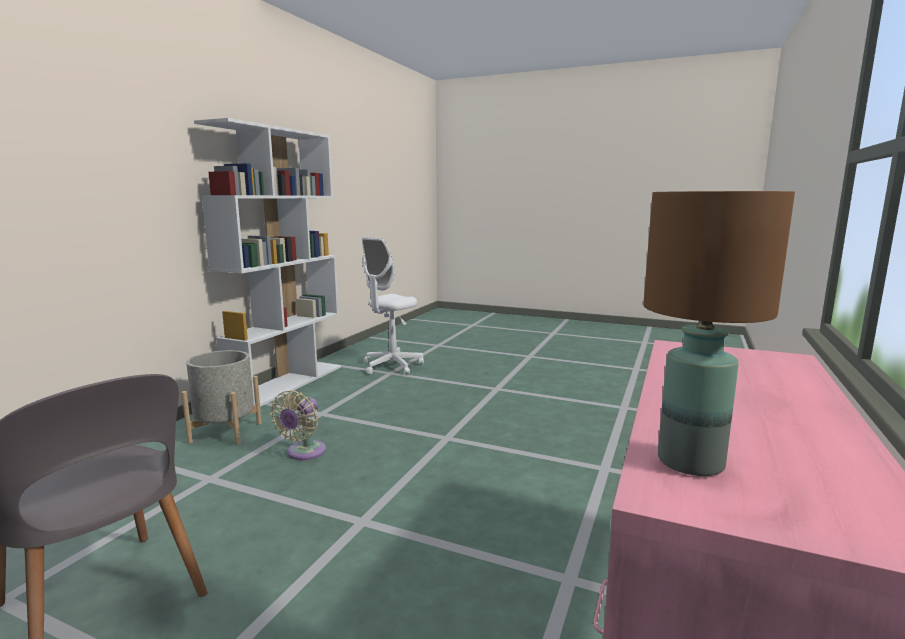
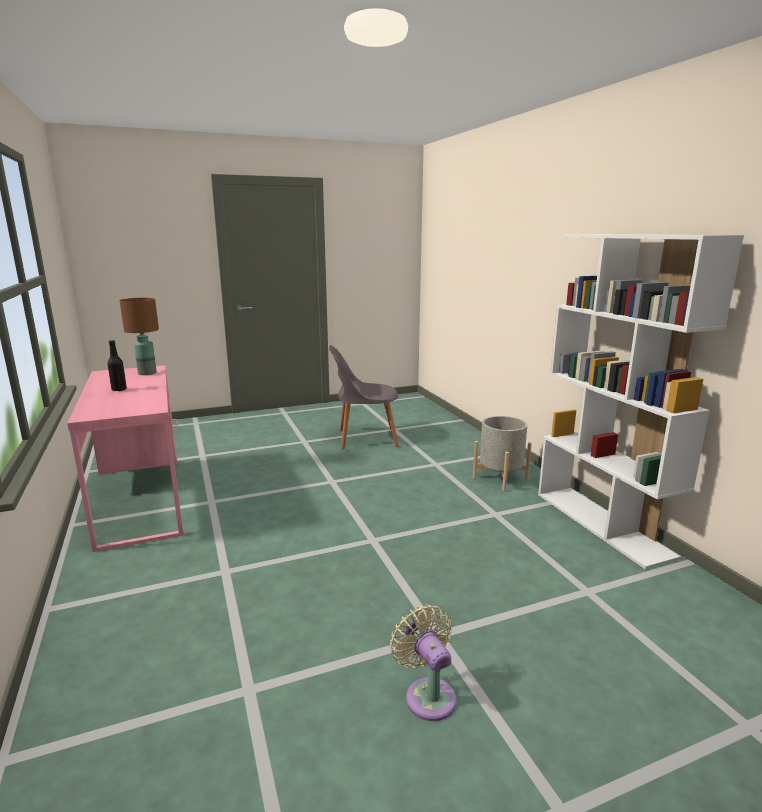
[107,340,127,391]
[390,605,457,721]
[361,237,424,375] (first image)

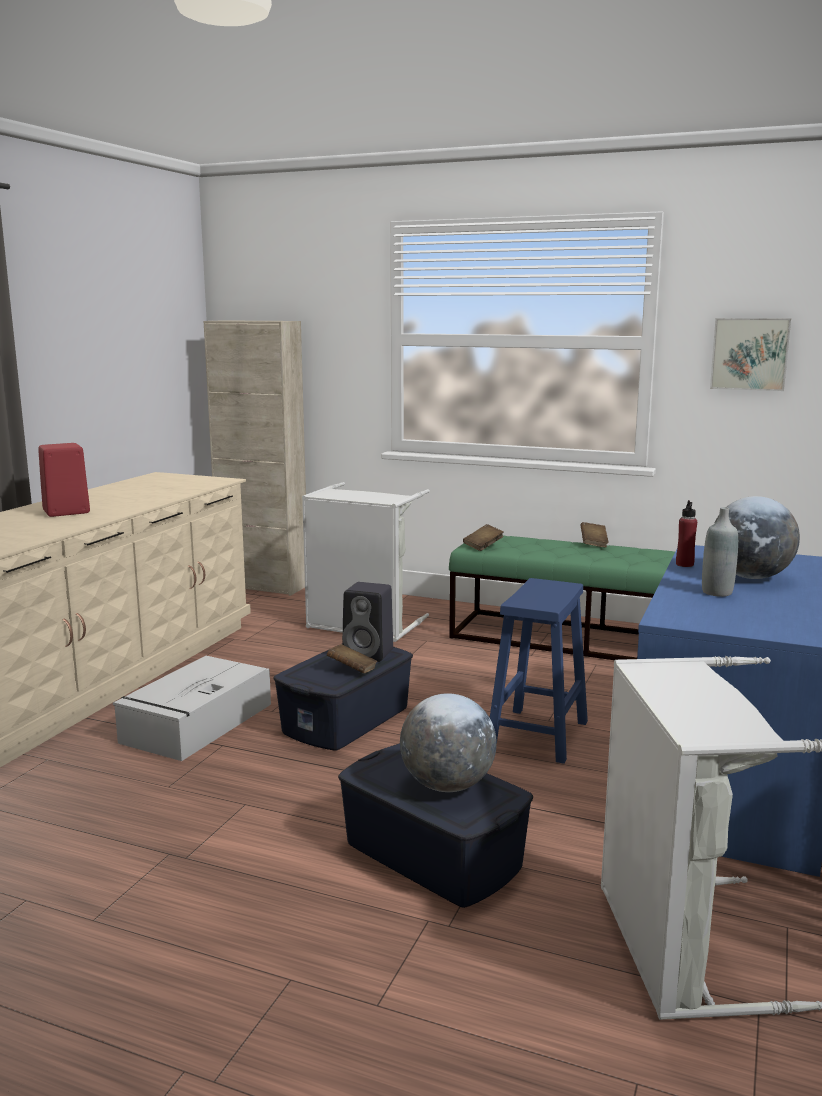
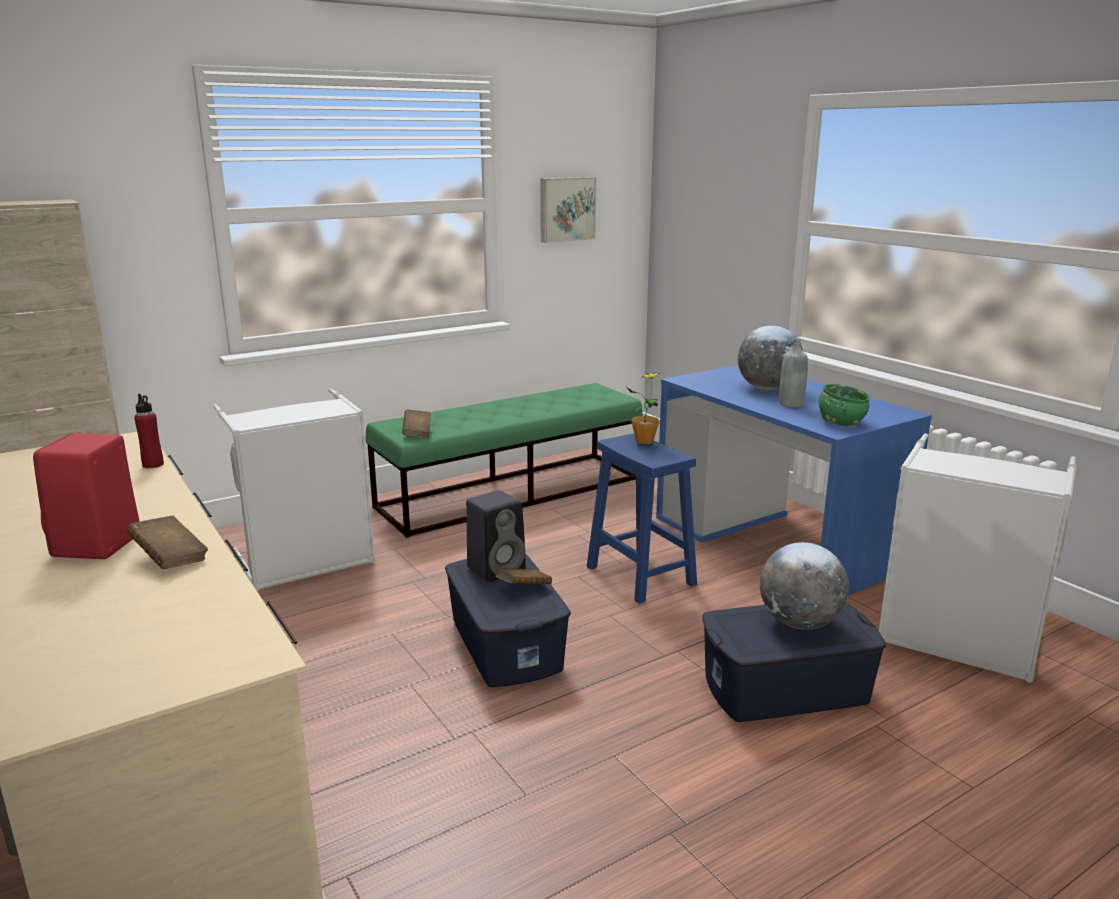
[126,515,208,569]
[134,394,164,468]
[627,372,660,444]
[819,384,870,426]
[113,656,271,761] (first image)

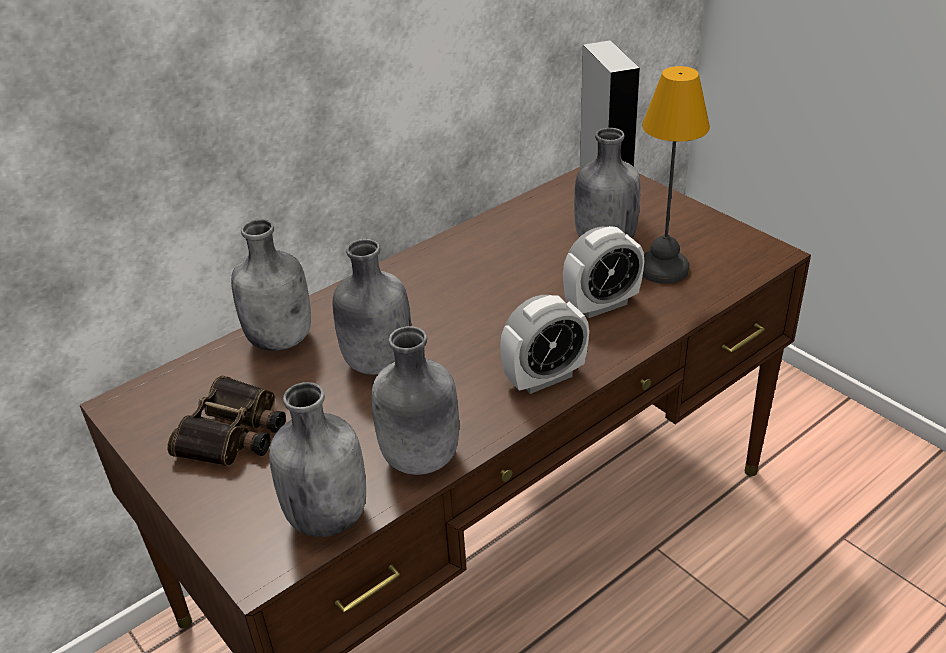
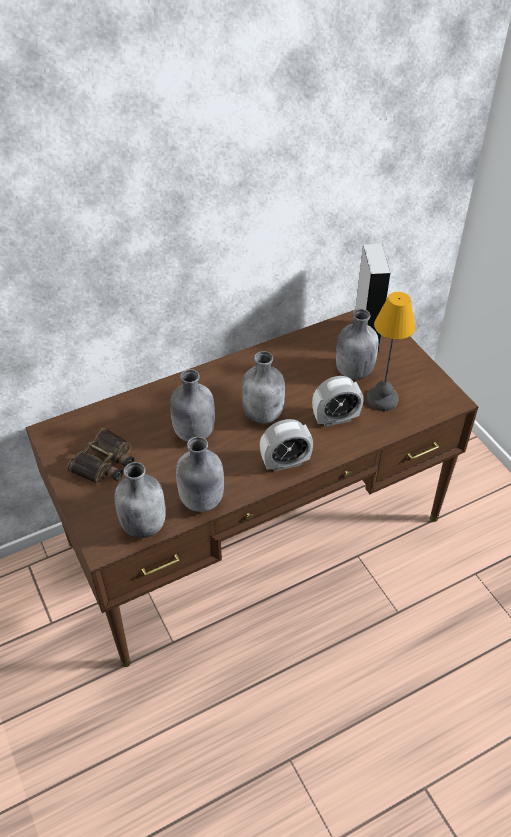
[242,351,285,424]

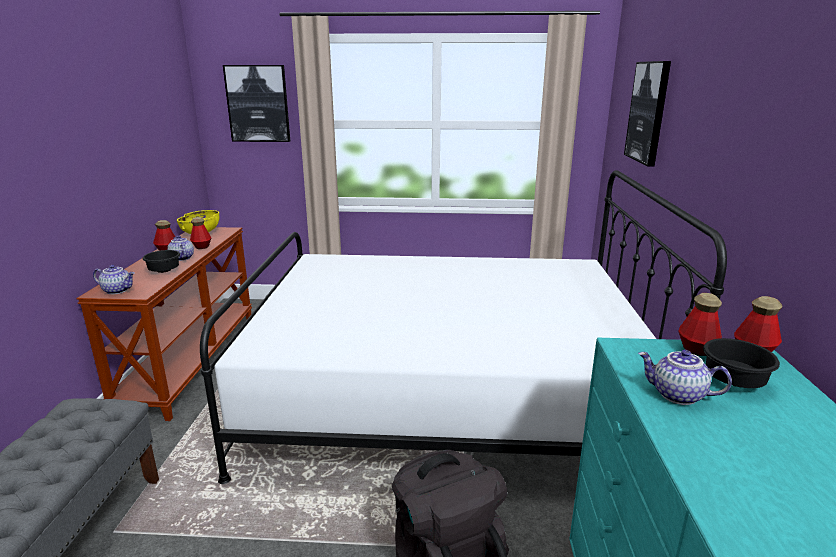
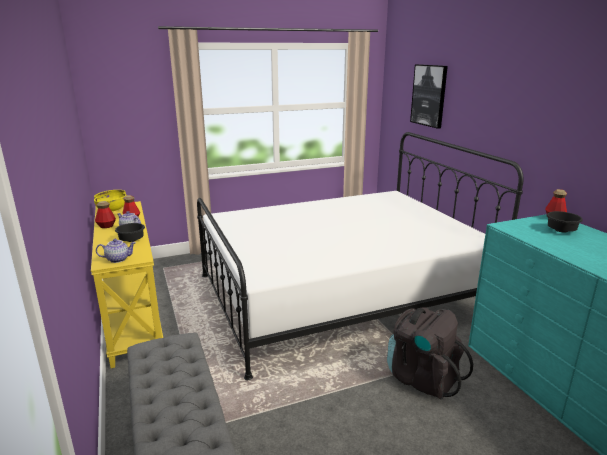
[91,201,163,368]
[223,65,290,142] (first image)
[638,350,732,405] (first image)
[678,293,722,356] (first image)

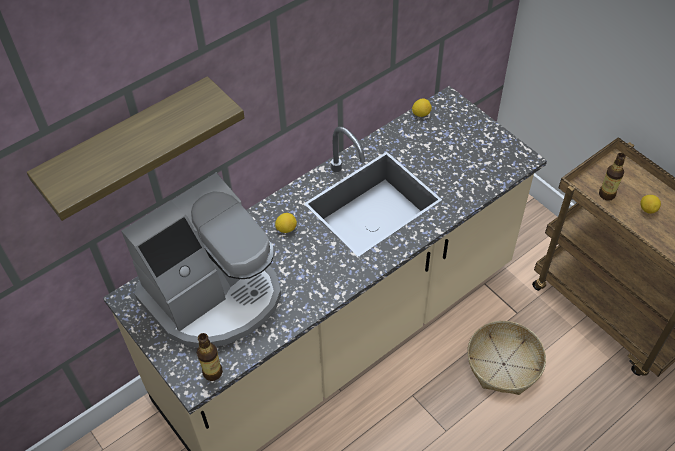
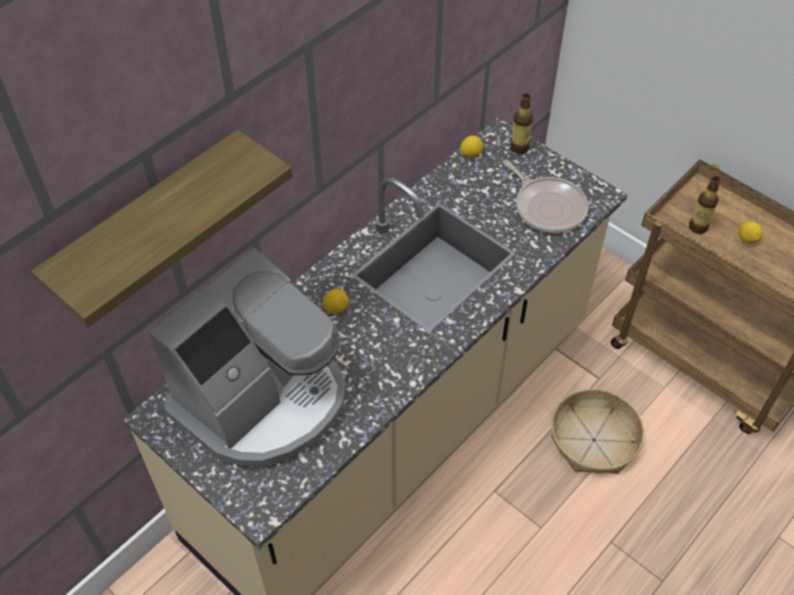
[503,160,589,233]
[510,94,533,154]

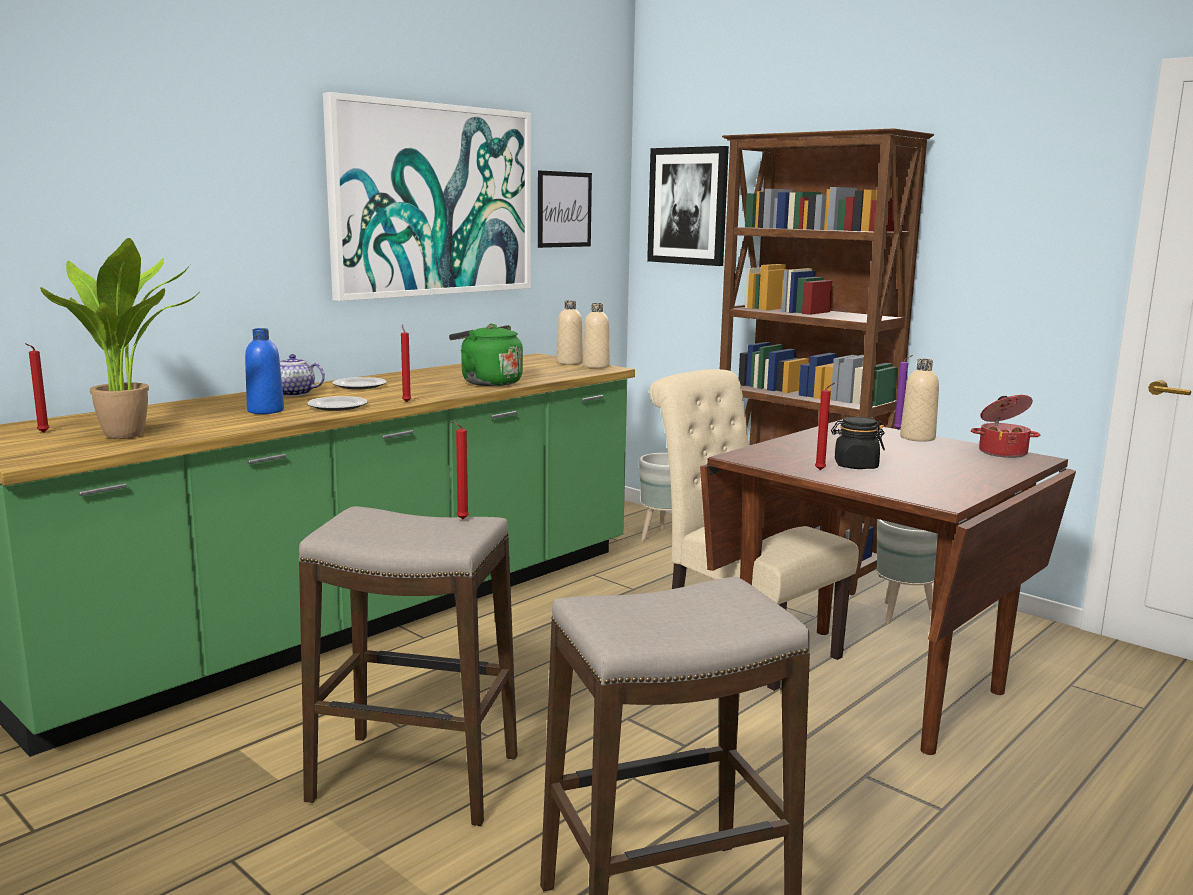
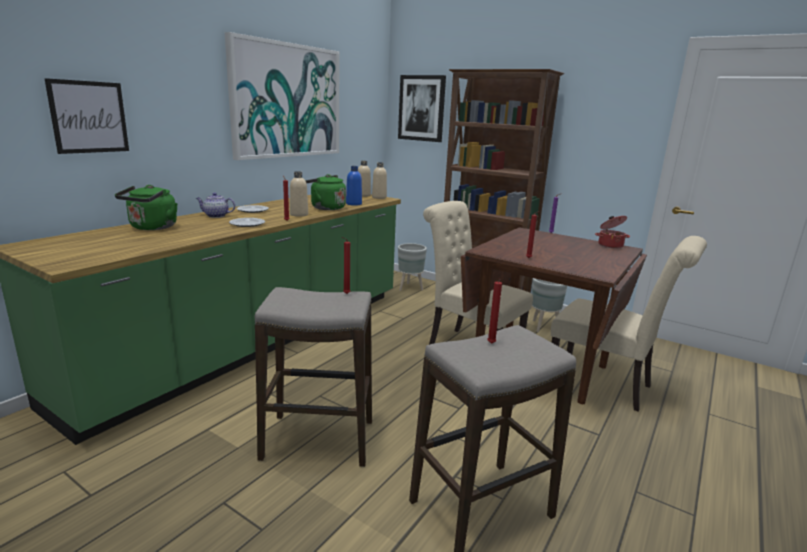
[44,78,129,154]
[115,185,178,230]
[290,171,308,217]
[346,166,362,206]
[487,278,502,344]
[551,236,707,412]
[40,238,198,439] (first image)
[831,417,885,469] (first image)

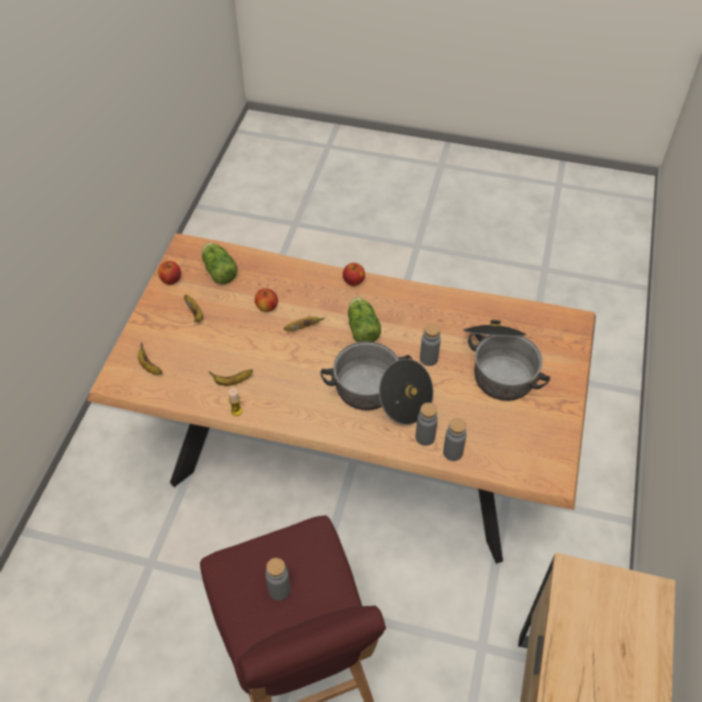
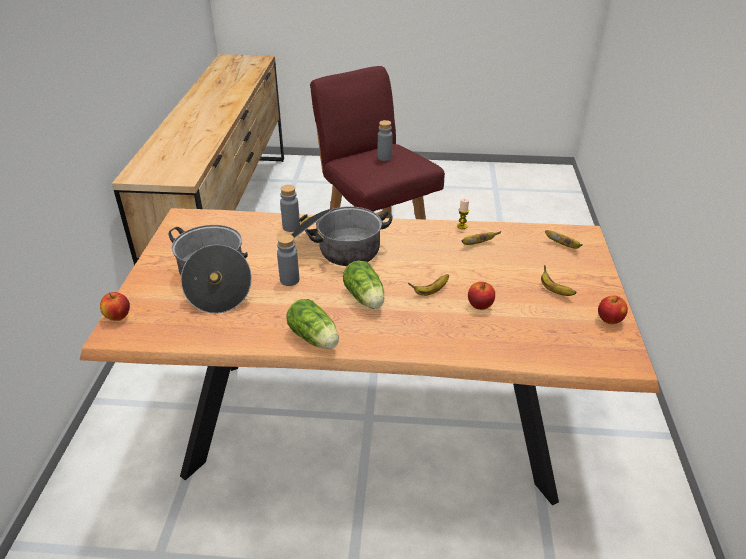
[100,292,130,321]
[286,299,339,349]
[443,418,467,461] (first image)

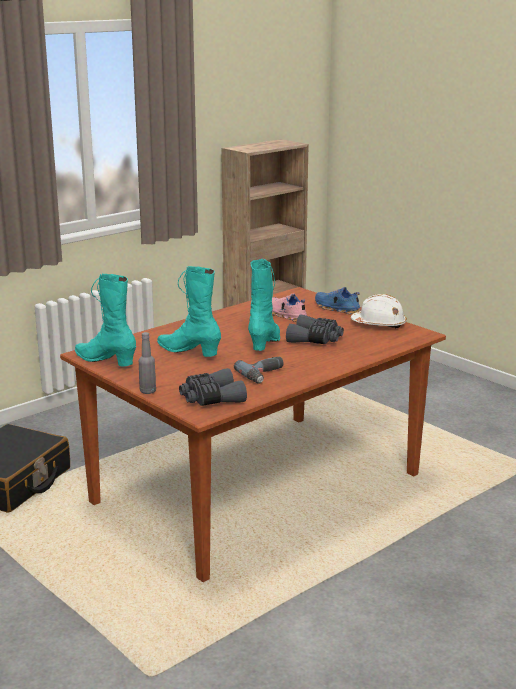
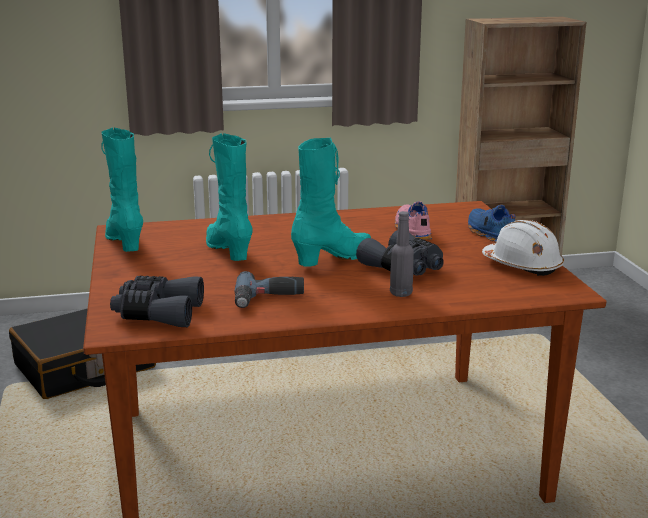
[390,211,414,297]

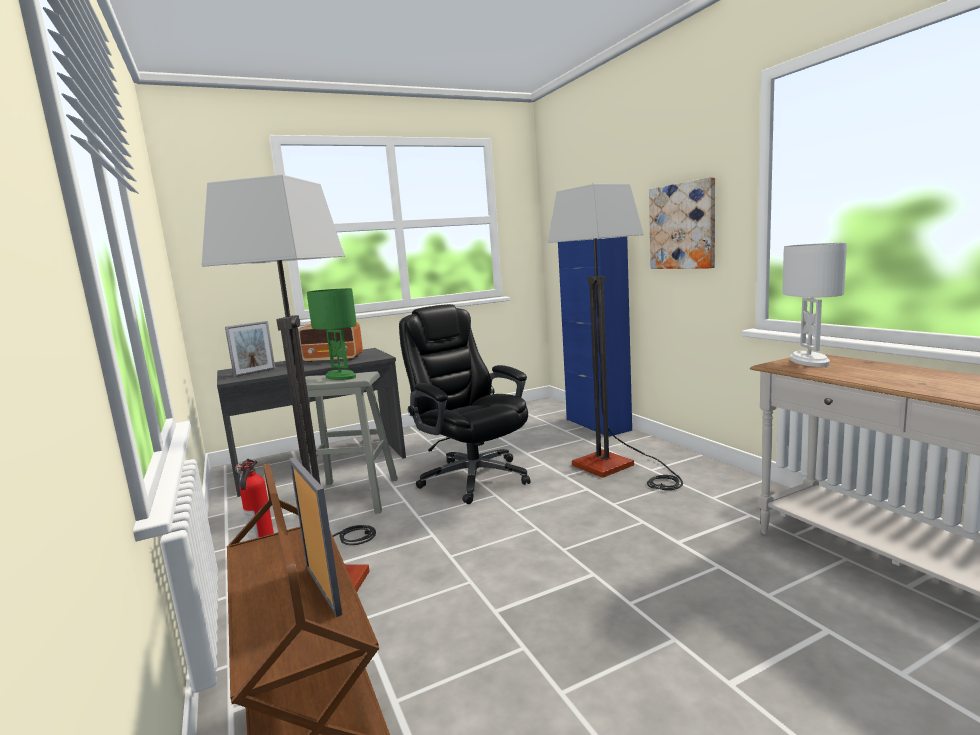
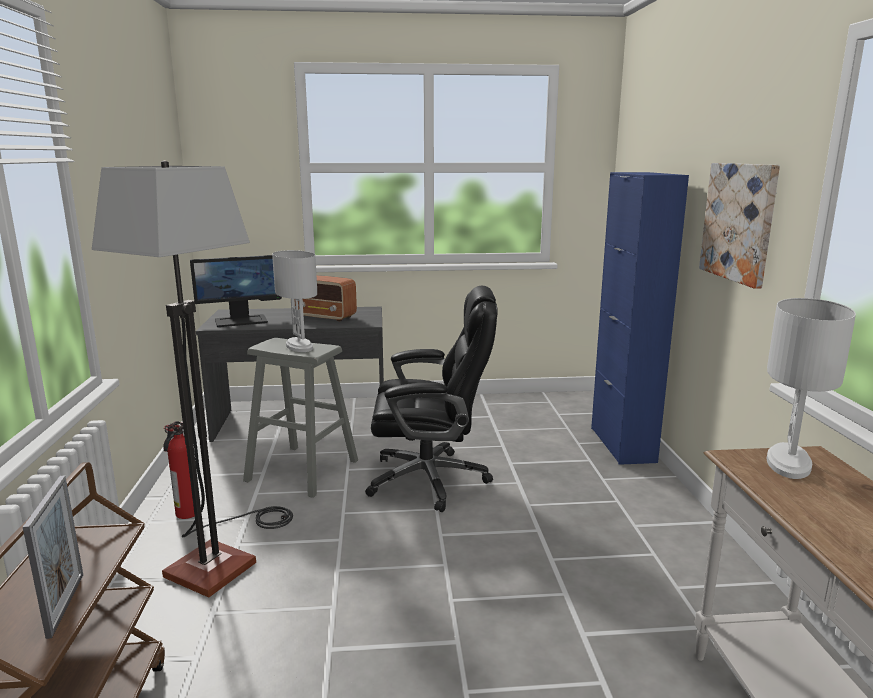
[190,255,282,327]
[272,250,317,352]
[365,286,498,512]
[548,184,683,490] (first image)

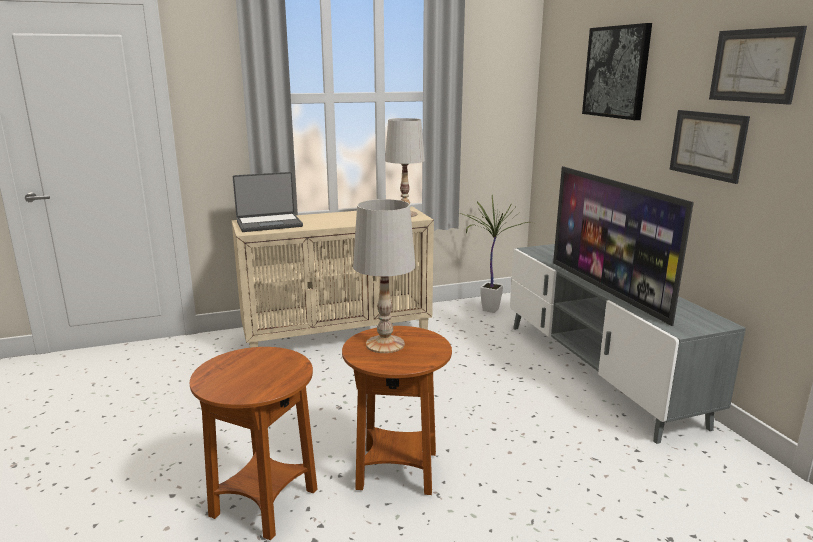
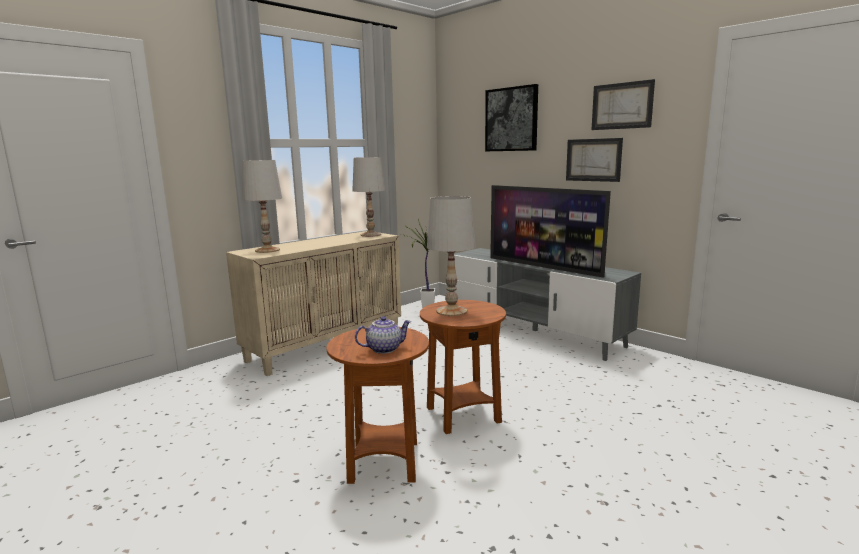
[242,160,282,253]
[355,316,411,354]

